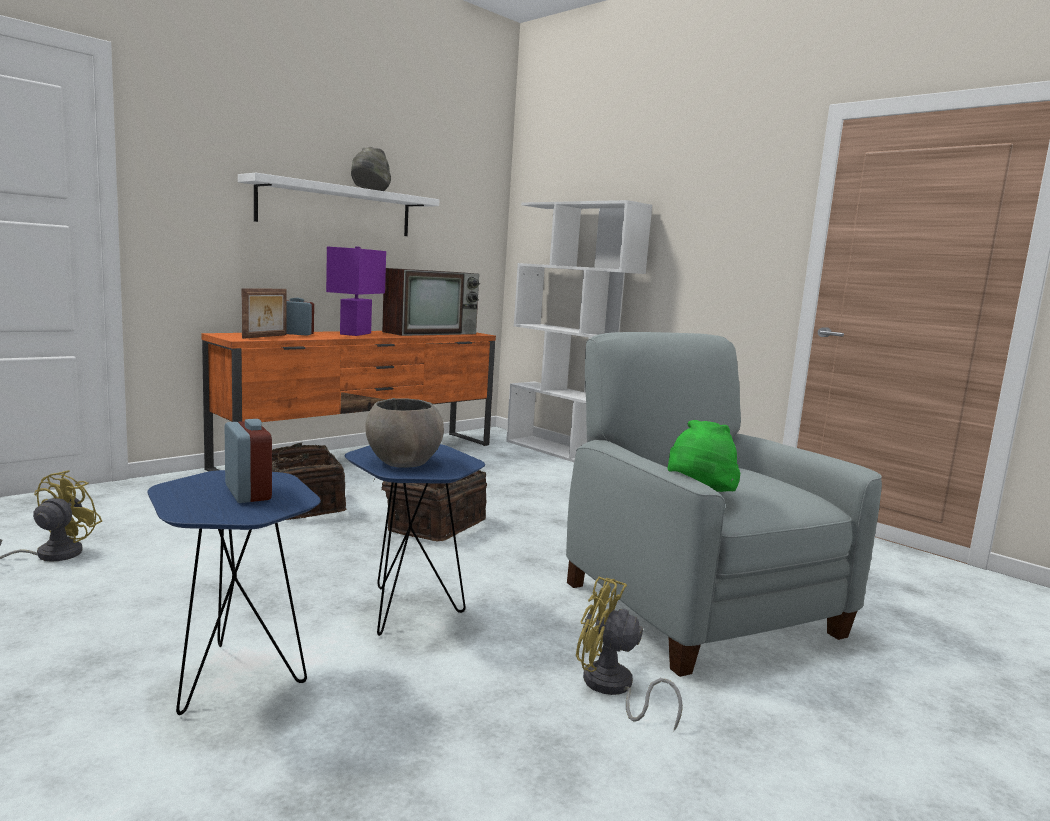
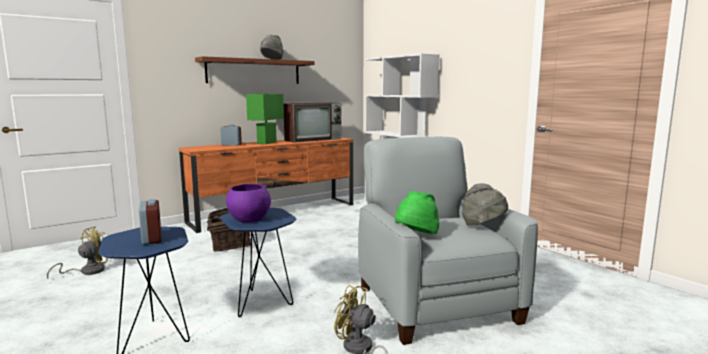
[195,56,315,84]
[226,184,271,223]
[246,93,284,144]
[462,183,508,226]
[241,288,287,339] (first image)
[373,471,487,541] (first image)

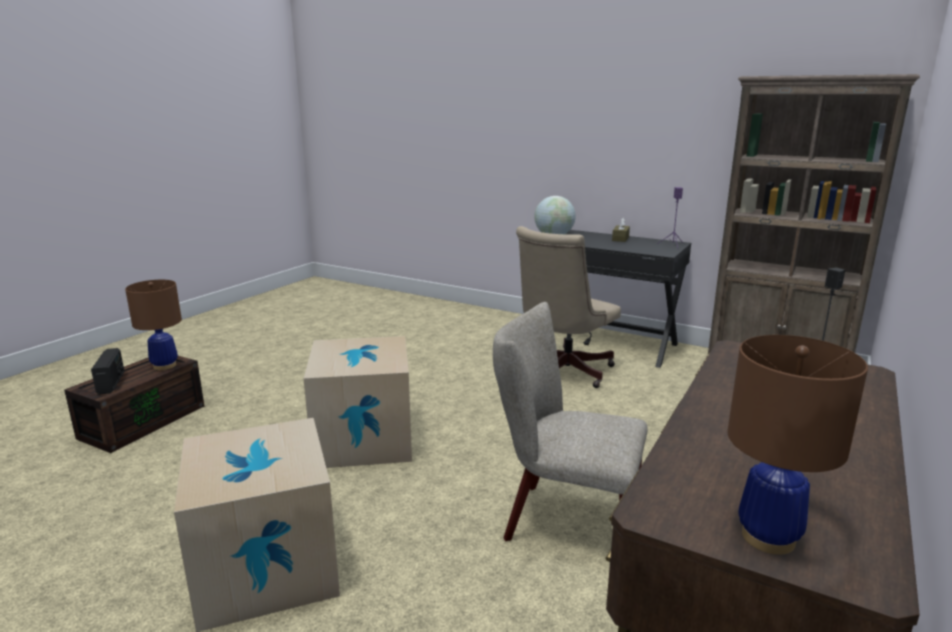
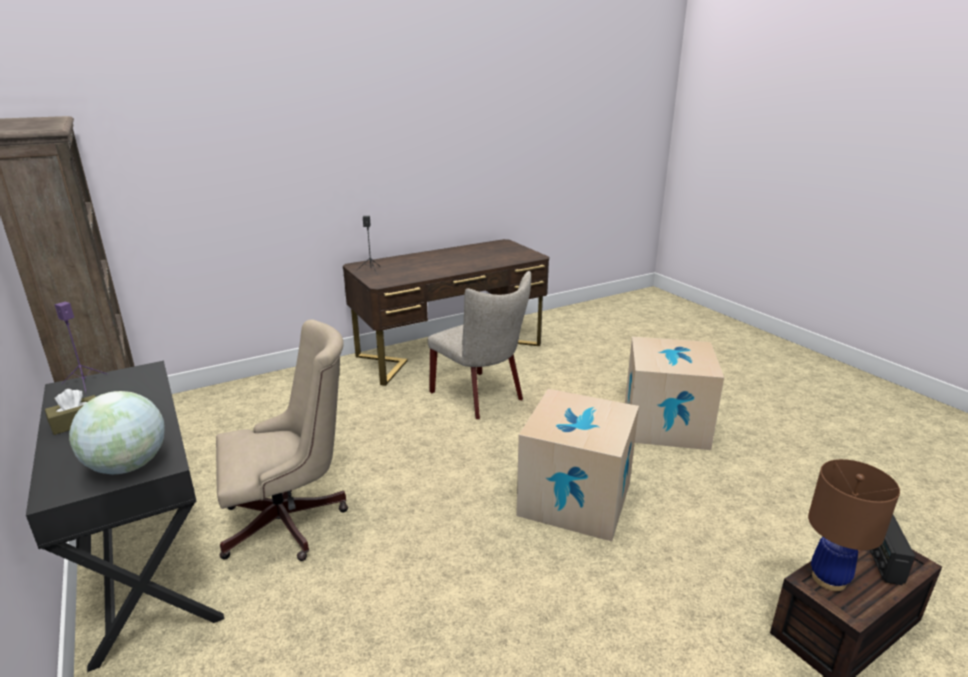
[727,335,868,555] (first image)

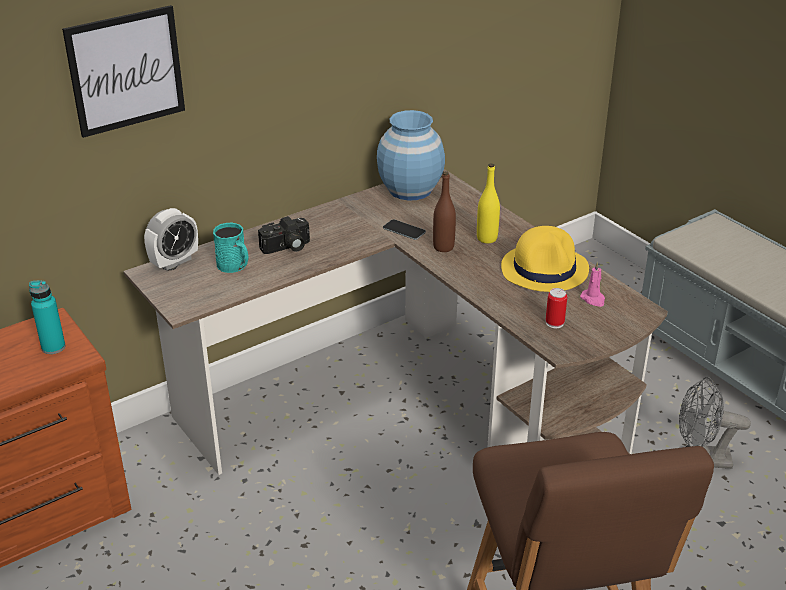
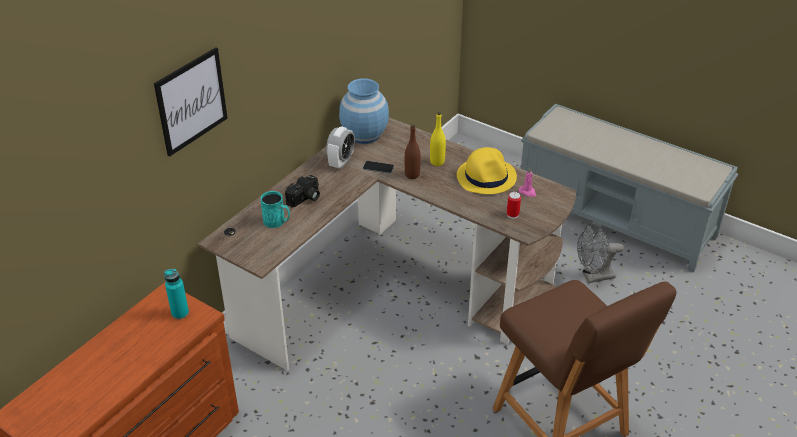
[326,126,355,169]

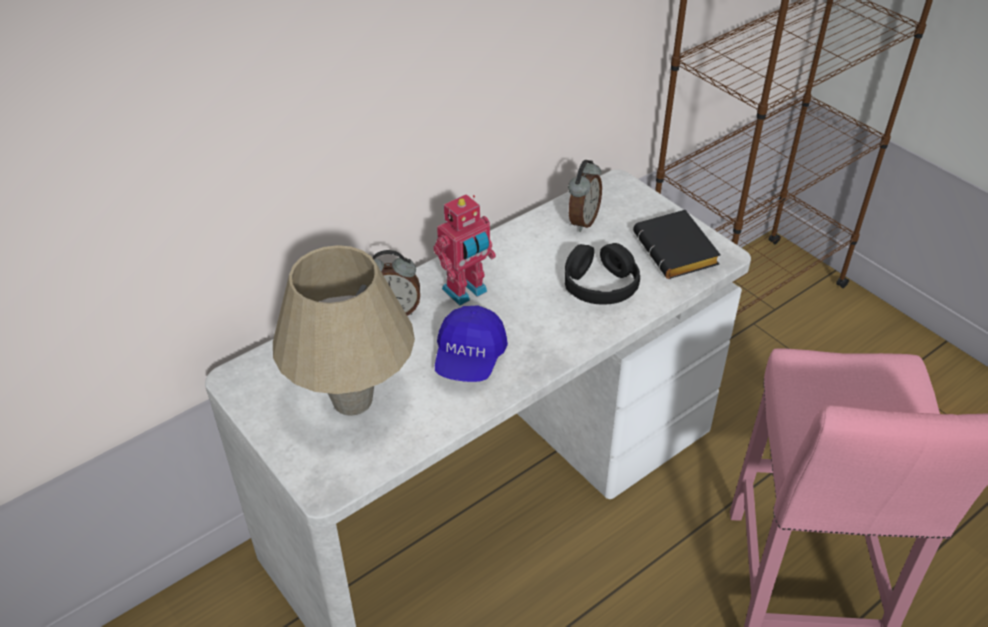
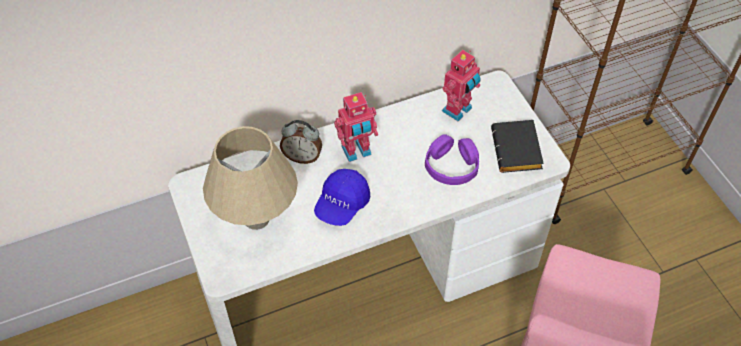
[425,134,479,185]
[442,50,480,121]

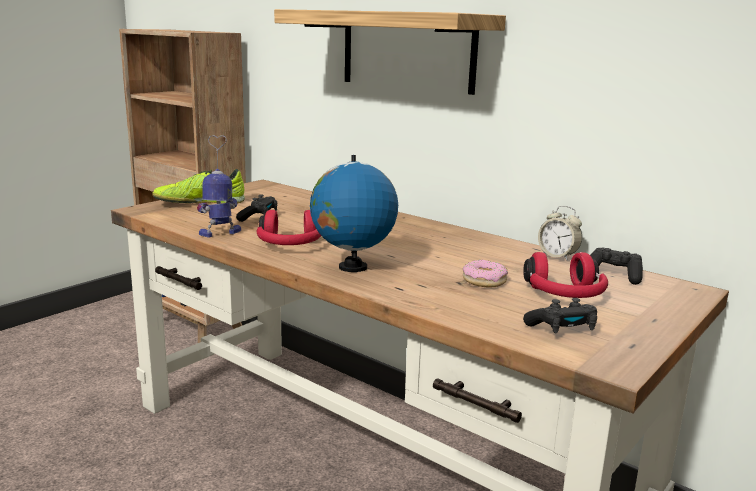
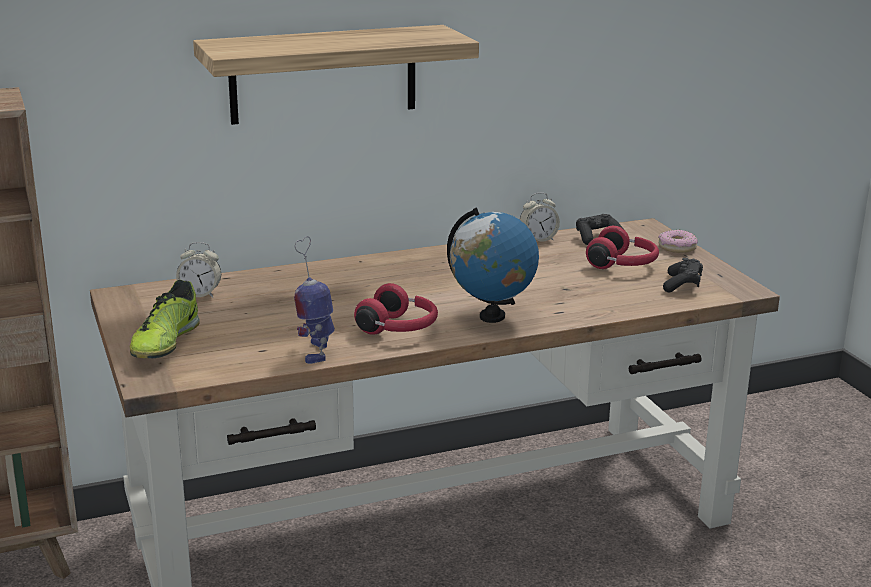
[176,242,221,298]
[658,230,698,253]
[236,195,278,222] (first image)

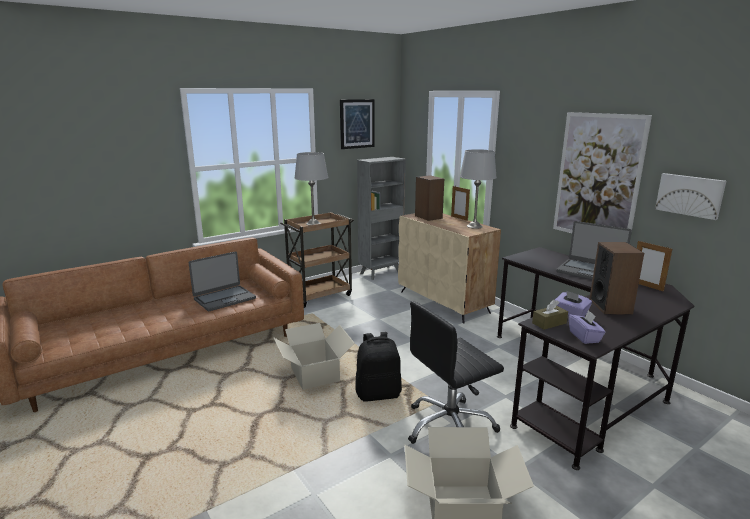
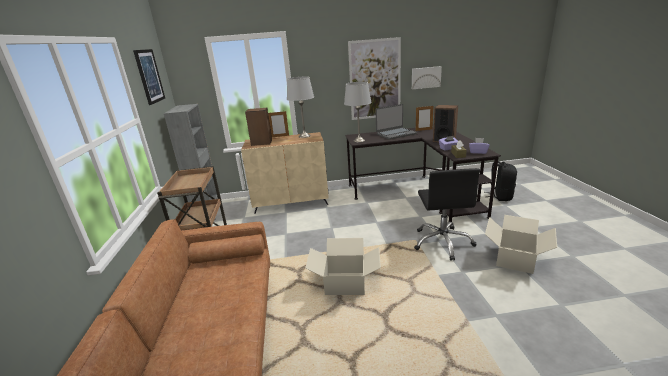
[344,82,372,142]
[486,161,517,201]
[189,251,256,311] (first image)

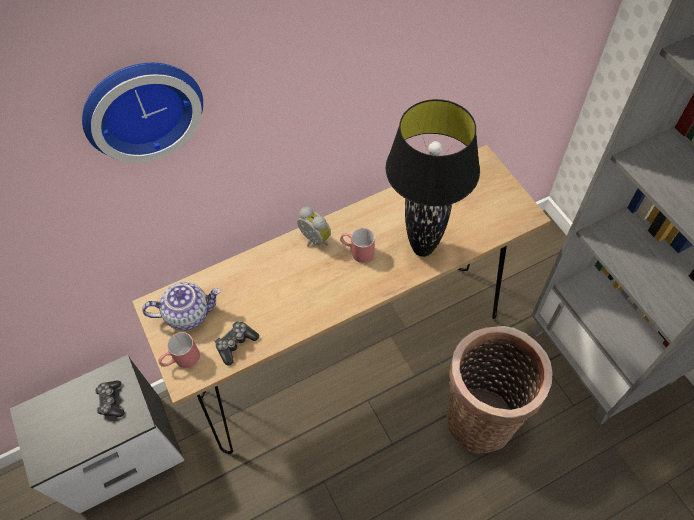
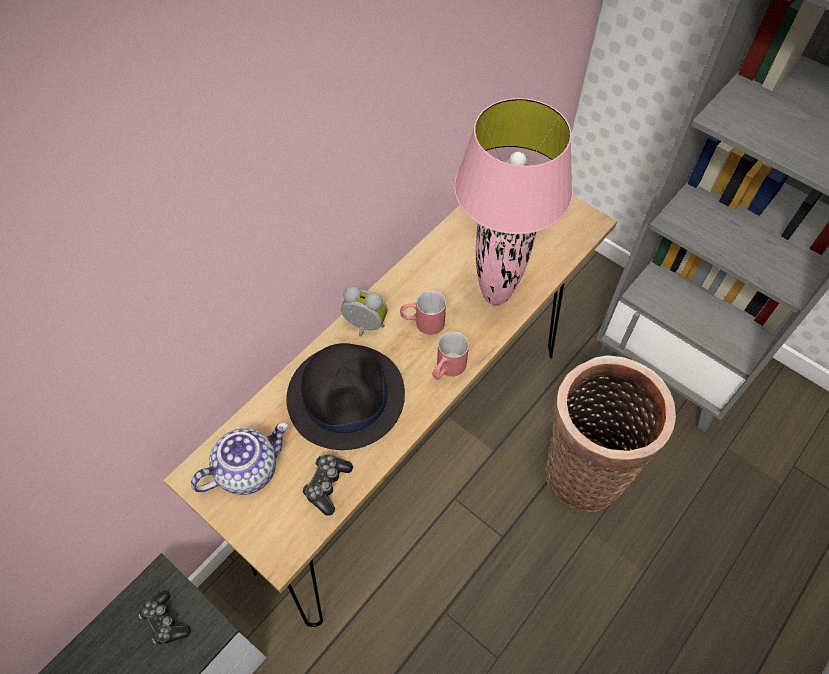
[286,343,405,450]
[432,331,469,380]
[454,98,573,305]
[82,63,203,163] (first image)

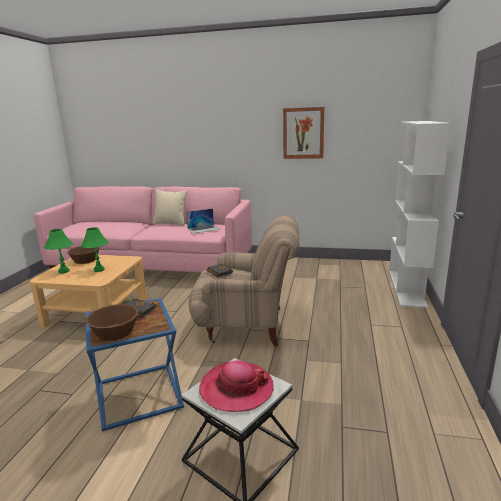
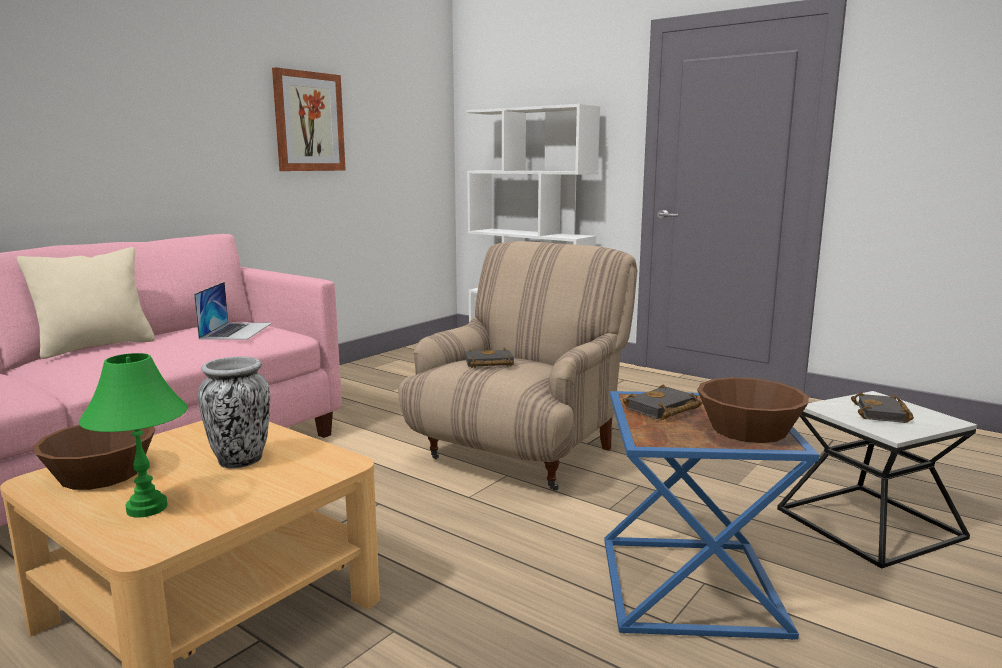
[198,356,270,469]
[851,392,914,423]

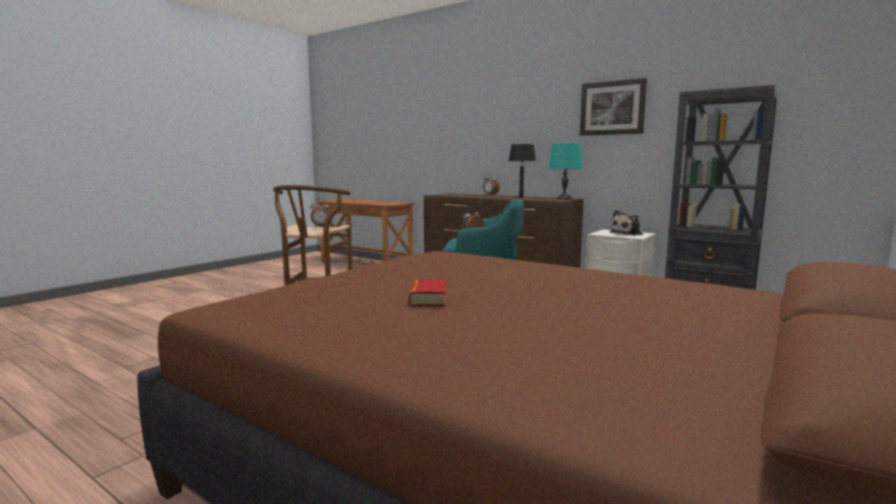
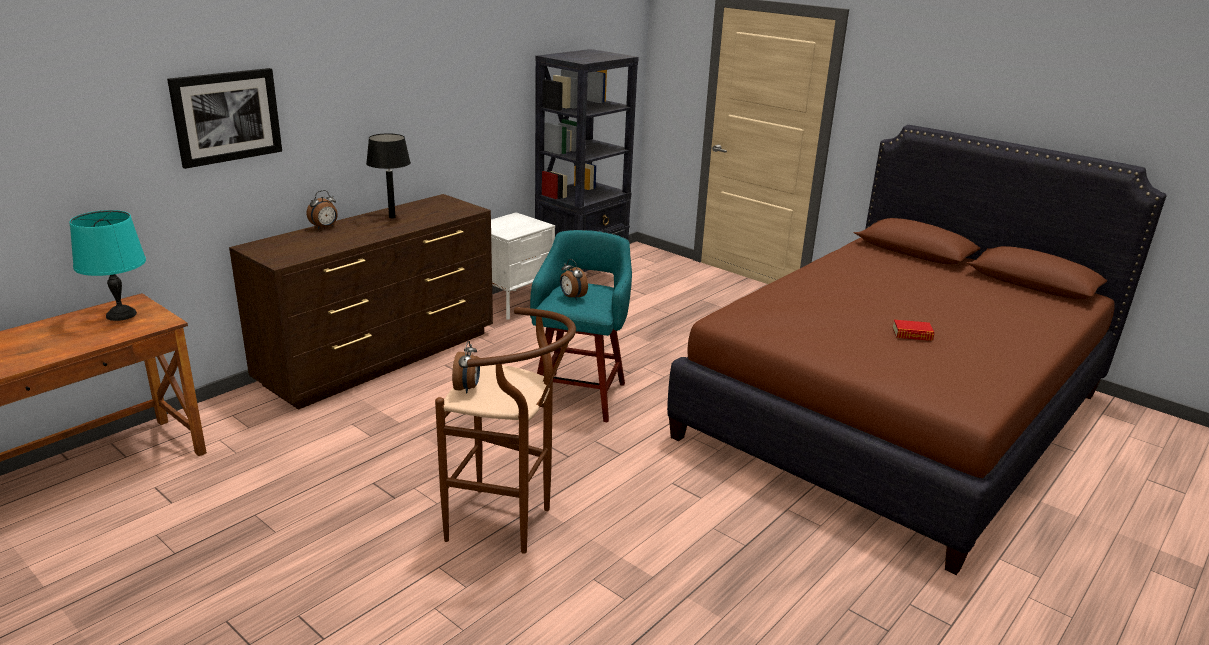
[70,210,146,321]
[167,68,282,169]
[609,210,643,236] (first image)

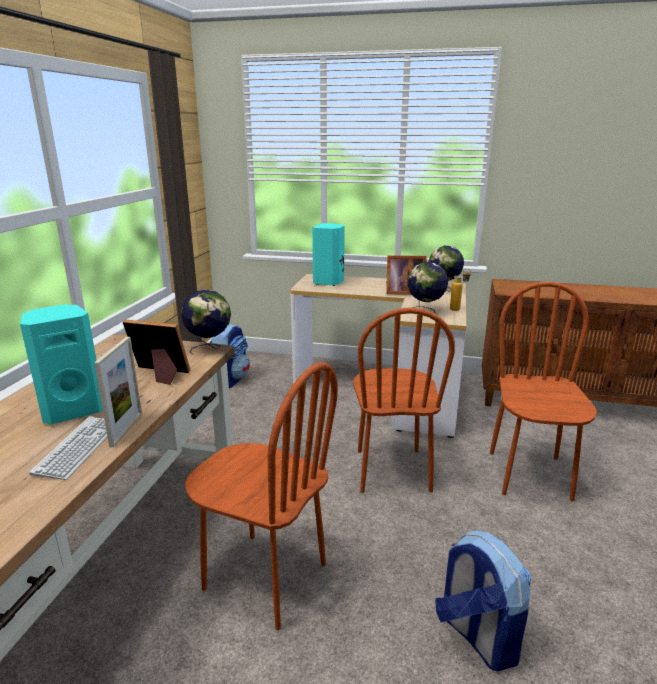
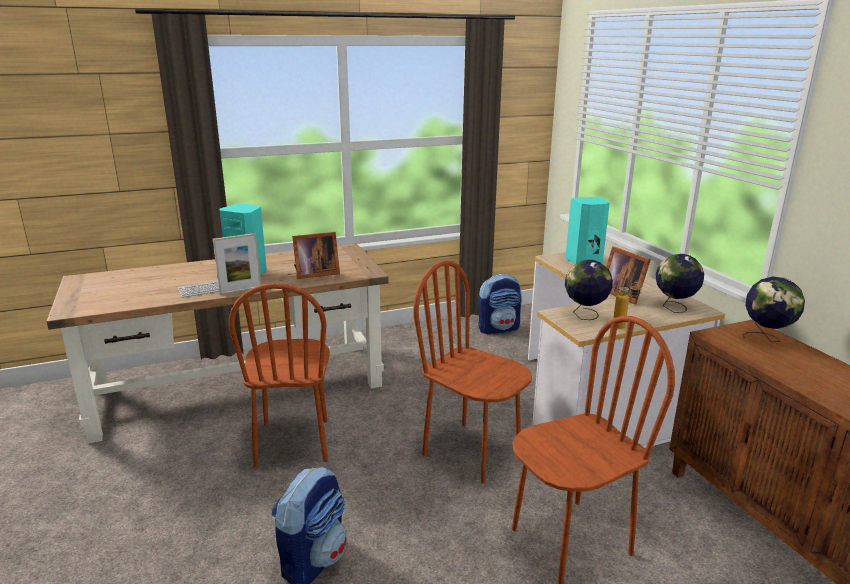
[292,232,340,279]
[413,260,532,484]
[743,277,805,342]

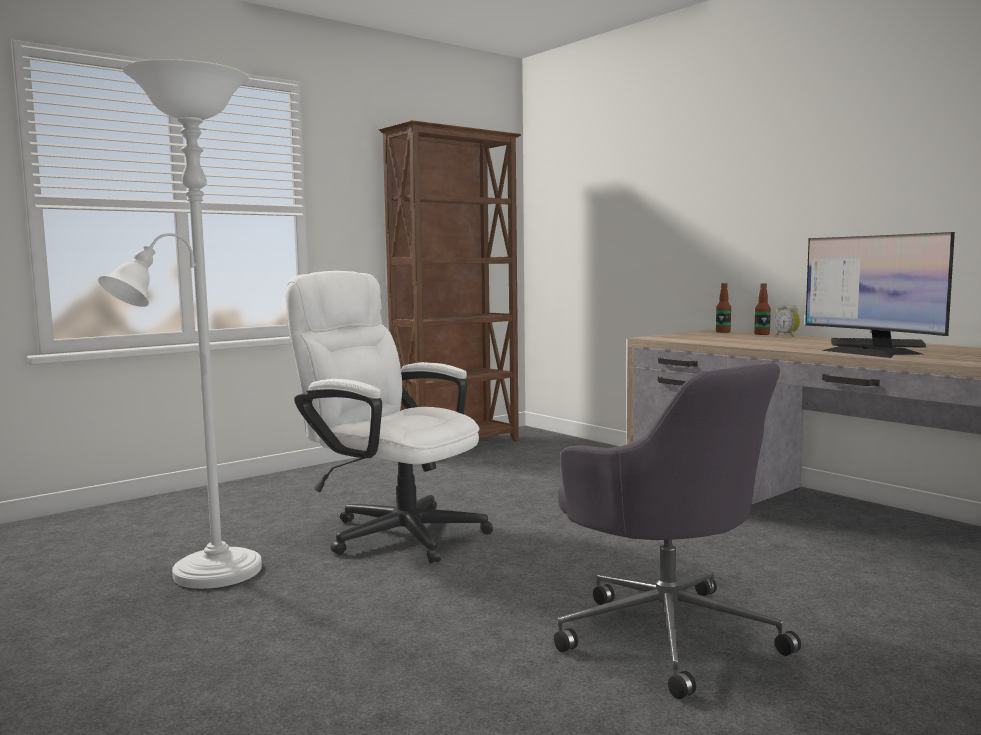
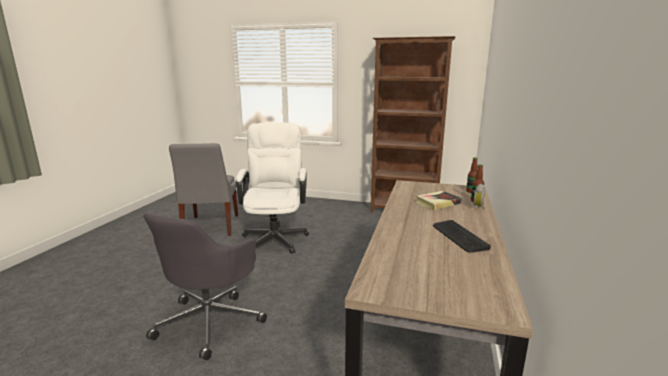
[169,143,238,236]
[415,191,462,211]
[805,232,955,358] (first image)

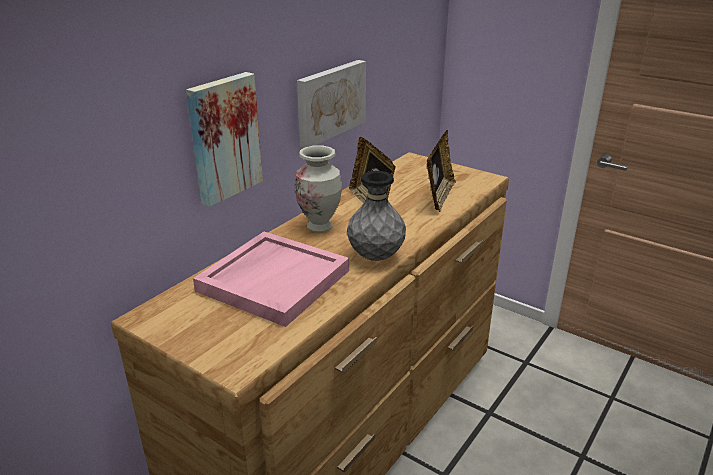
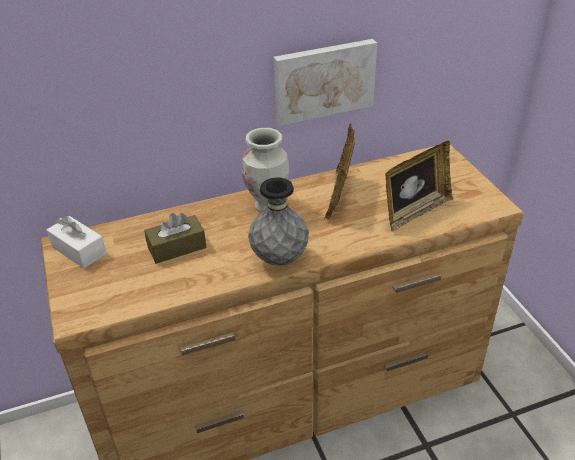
[47,216,106,268]
[144,213,206,264]
[186,72,263,207] (first image)

